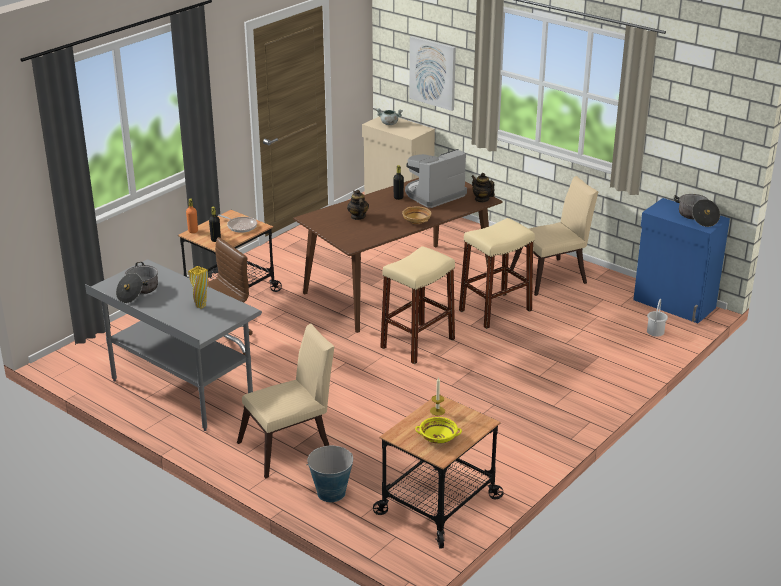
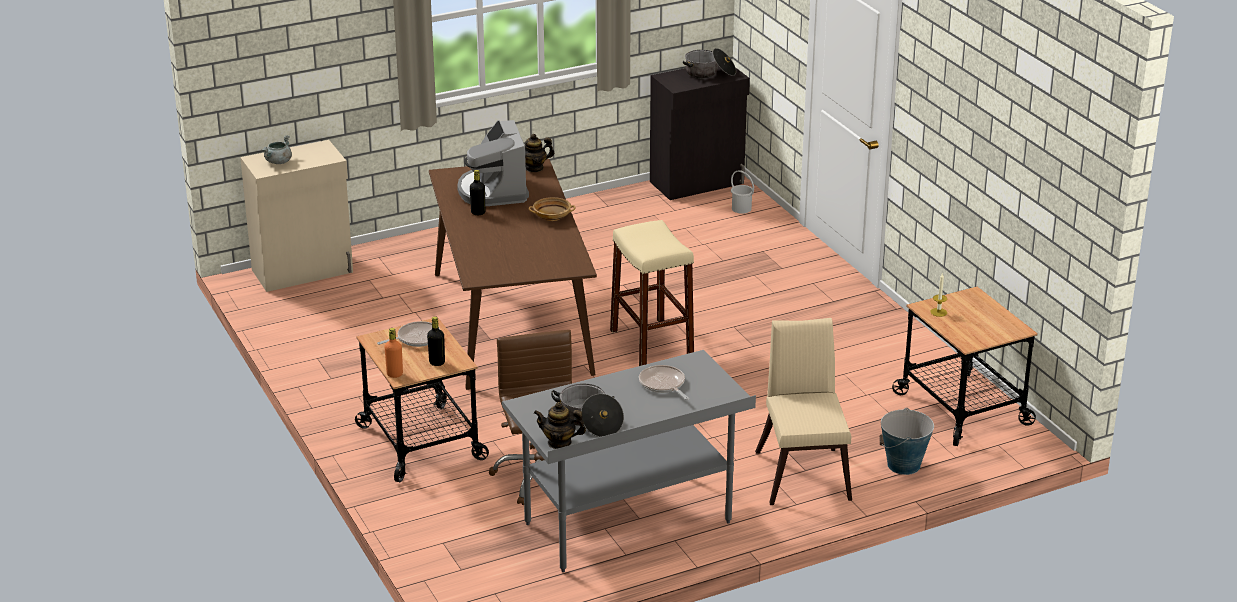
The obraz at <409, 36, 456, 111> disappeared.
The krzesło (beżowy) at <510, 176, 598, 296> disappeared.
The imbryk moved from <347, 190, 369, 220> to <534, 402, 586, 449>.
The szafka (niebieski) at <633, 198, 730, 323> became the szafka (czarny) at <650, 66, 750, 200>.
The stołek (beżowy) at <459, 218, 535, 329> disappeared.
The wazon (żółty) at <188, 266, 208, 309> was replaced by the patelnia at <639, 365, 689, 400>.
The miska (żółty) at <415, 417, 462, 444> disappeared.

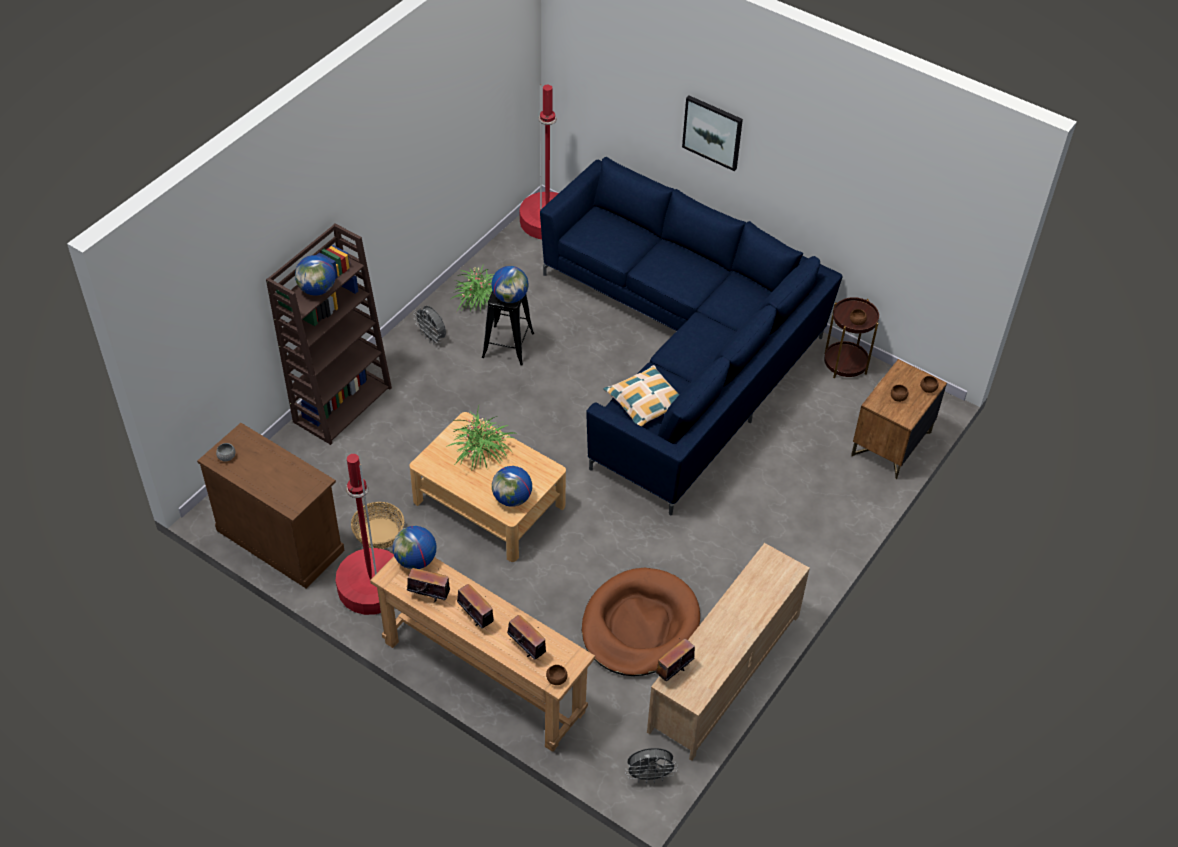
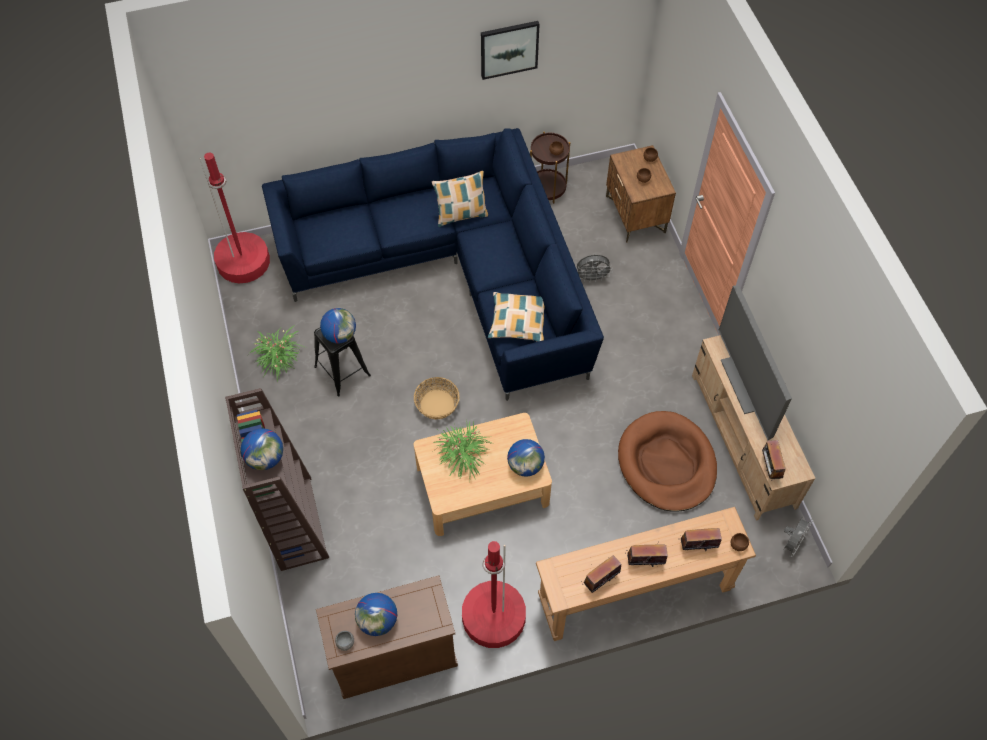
The obraz moved from <682, 96, 743, 171> to <481, 21, 540, 80>.
The wentylator (szary) moved from <413, 306, 446, 345> to <577, 255, 613, 282>.
The koszyk moved from <351, 502, 404, 549> to <414, 377, 460, 419>.
The globus moved from <393, 526, 436, 569> to <355, 593, 397, 636>.
The poduszka at <432, 171, 488, 227> appeared.
The telewizor at <718, 286, 792, 441> appeared.

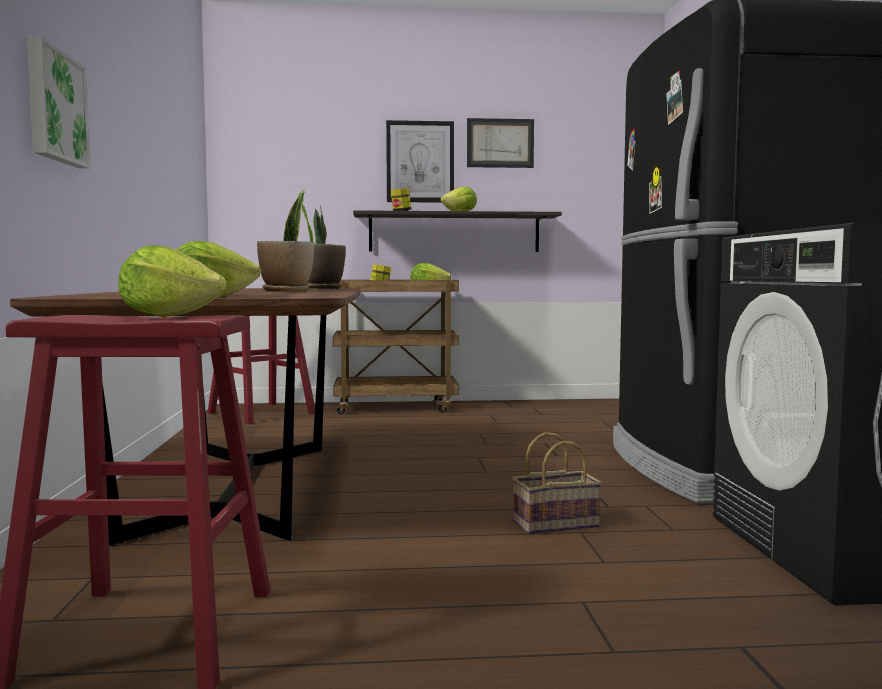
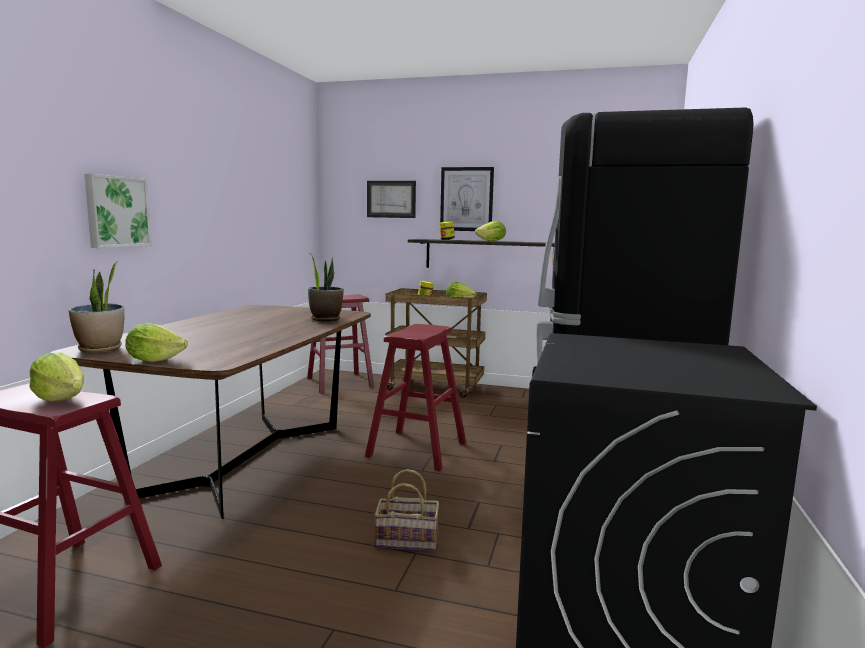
The obraz moved from <467, 118, 534, 168> to <367, 181, 416, 218>.
The roślina doniczkowa moved from <257, 189, 314, 292> to <68, 261, 124, 353>.
The stołek (czerwony) at <365, 324, 466, 471> appeared.

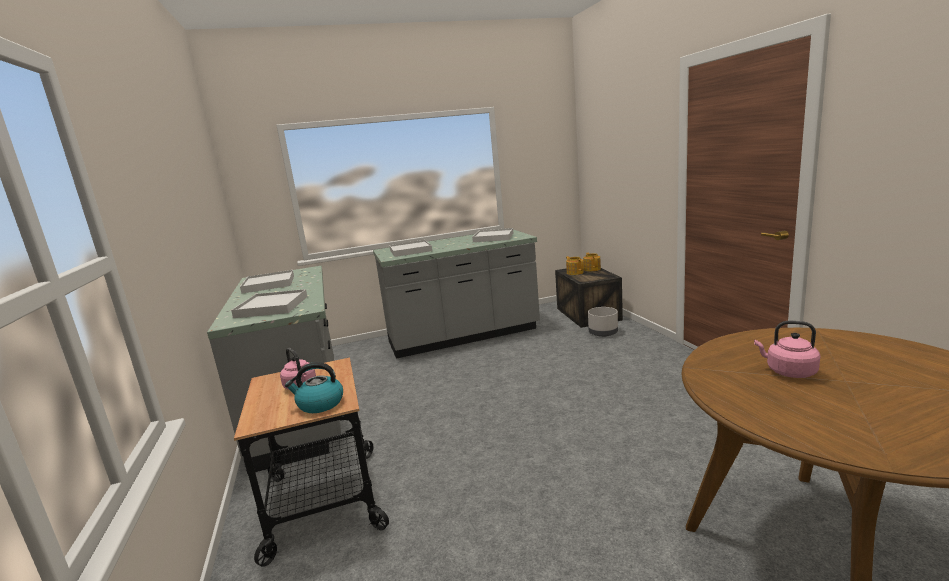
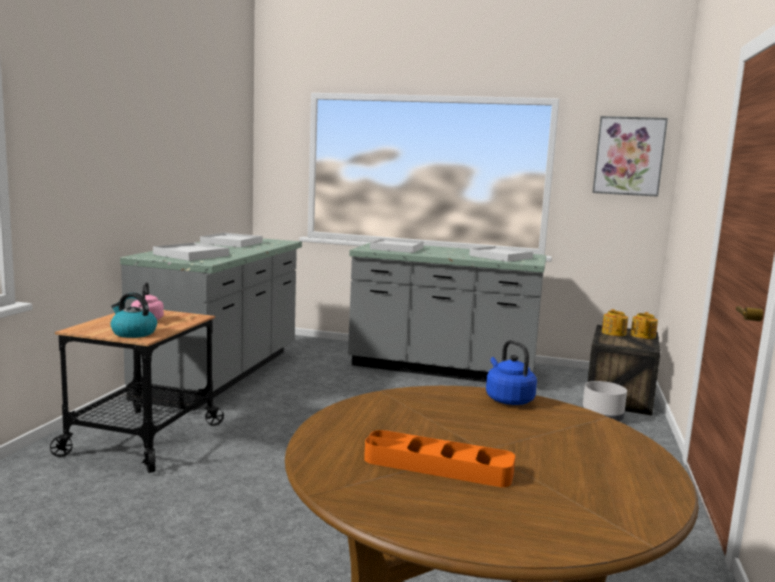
The czajnik (różowy) at <754, 321, 820, 378> disappeared.
The obraz at <593, 116, 668, 197> appeared.
The czajnik (niebieski) at <486, 340, 537, 405> appeared.
The taca (pomarańczowy) at <364, 430, 515, 487> appeared.

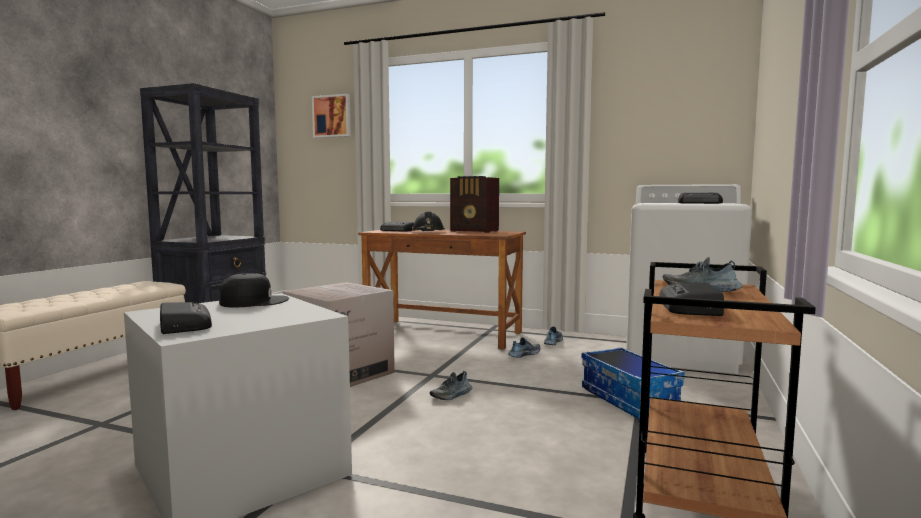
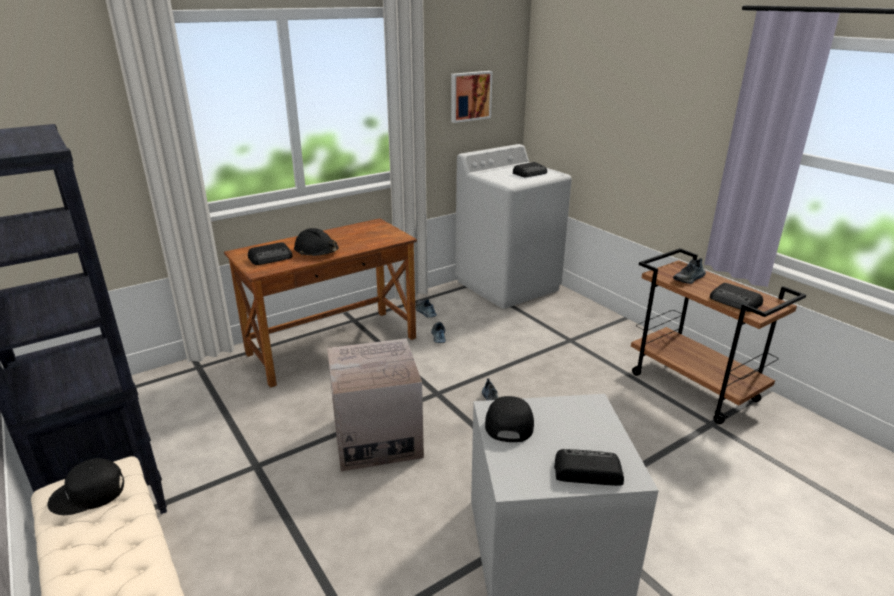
The obraz moved from <312, 94, 351, 138> to <451, 71, 493, 123>.
The radio at <450, 176, 499, 233> disappeared.
The pojemnik do przechowywania at <582, 347, 685, 419> disappeared.
The czapka z daszkiem (czarny) at <47, 458, 124, 515> appeared.

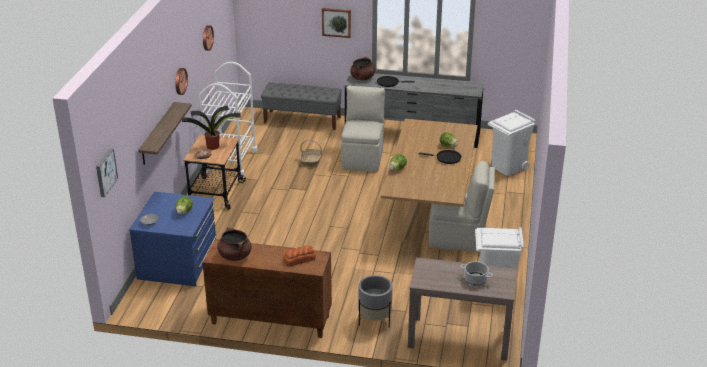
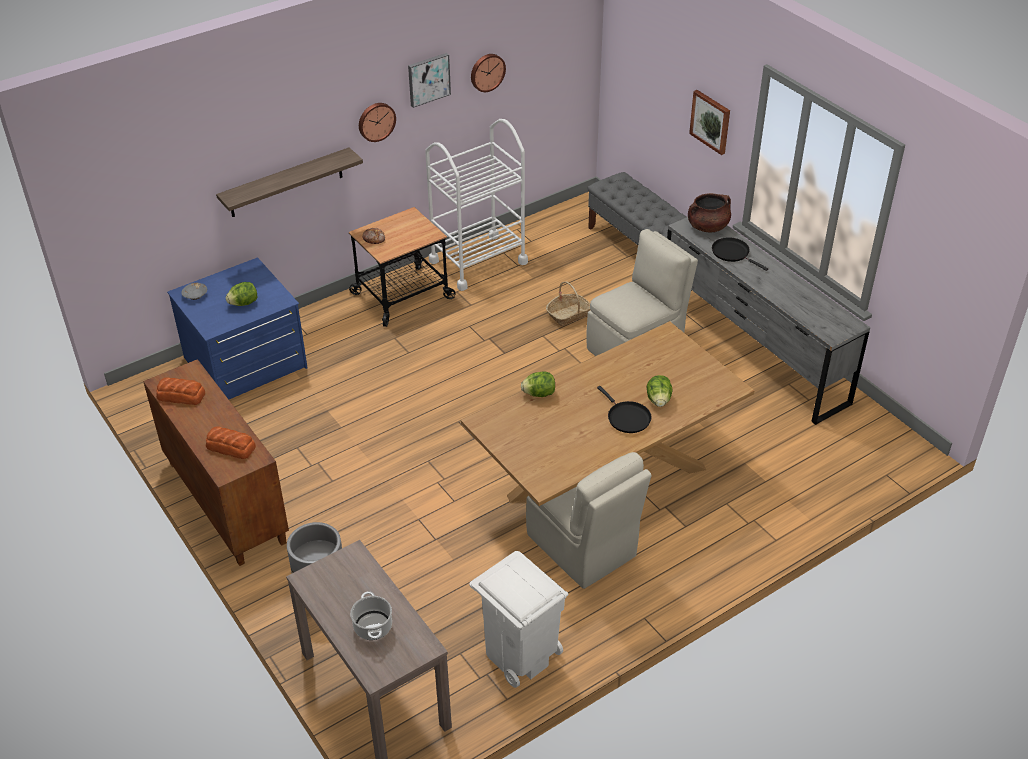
The roślina doniczkowa at <182, 105, 241, 150> disappeared.
The kosz na śmieci (biały) at <488, 110, 536, 176> disappeared.
The obraz moved from <96, 148, 118, 197> to <408, 53, 451, 108>.
The garnek (brązowy) at <217, 227, 252, 261> was replaced by the chleb at <156, 377, 205, 405>.

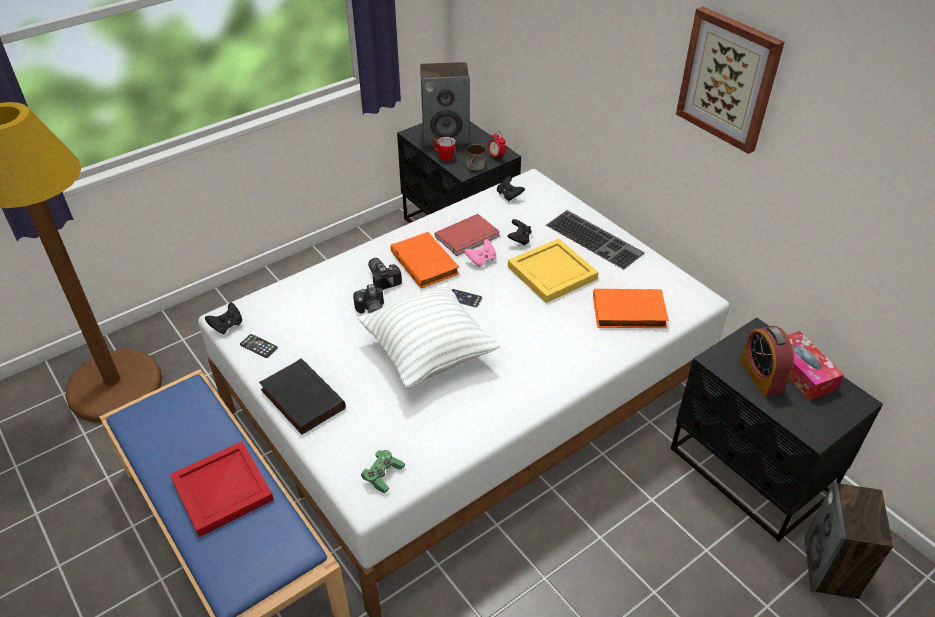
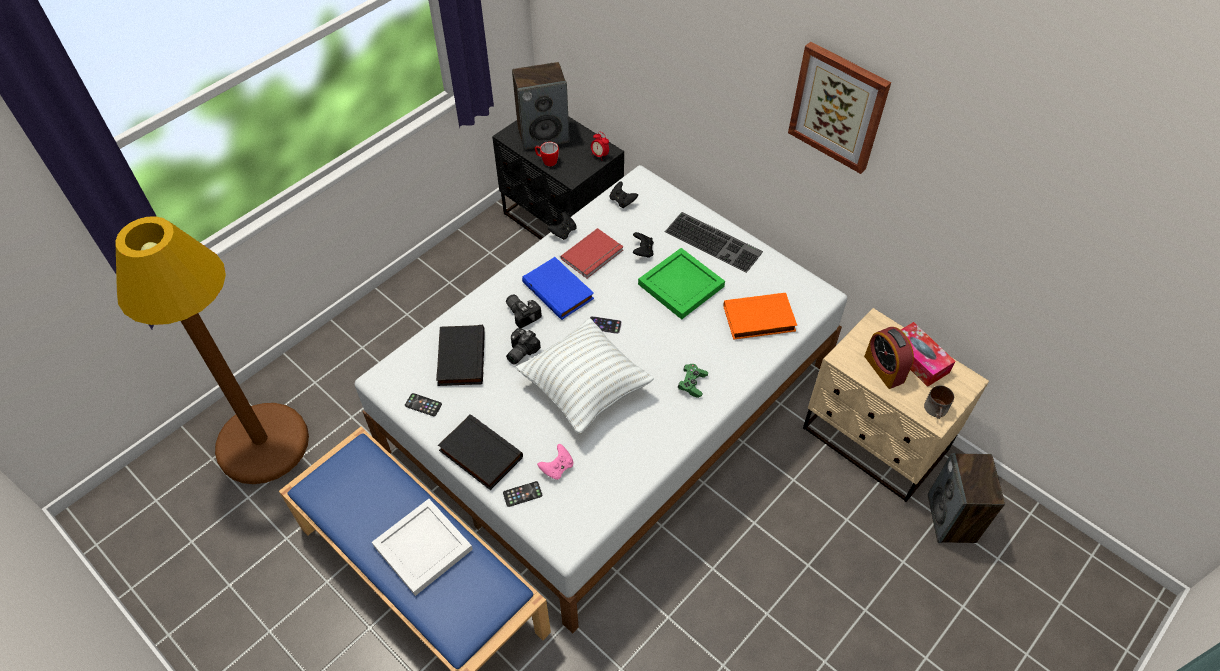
The kubek moved from <466, 144, 486, 171> to <924, 385, 954, 419>.
The książka (pomarańczowy) at <390, 232, 459, 289> became the książka (niebieski) at <522, 257, 594, 320>.
The taca (żółty) at <508, 238, 599, 303> became the taca (zielony) at <638, 248, 725, 320>.
The pad do gier (różowy) moved from <464, 239, 497, 267> to <537, 444, 573, 480>.
The aparat fotograficzny at <353, 284, 384, 313> turned 60 degrees clockwise.
The pad do gier (czarny) moved from <205, 303, 242, 334> to <547, 212, 577, 240>.
The szafka nocna (czarny) at <671, 318, 883, 542> became the szafka nocna (beżowy) at <803, 308, 989, 502>.
The taca (czerwony) at <170, 441, 274, 537> became the taca (biały) at <372, 499, 473, 596>.
The pad do gier (zielony) moved from <361, 450, 405, 493> to <678, 364, 708, 398>.
The książka (czarny) at <436, 325, 485, 386> appeared.
The telefon at <503, 481, 542, 507> appeared.

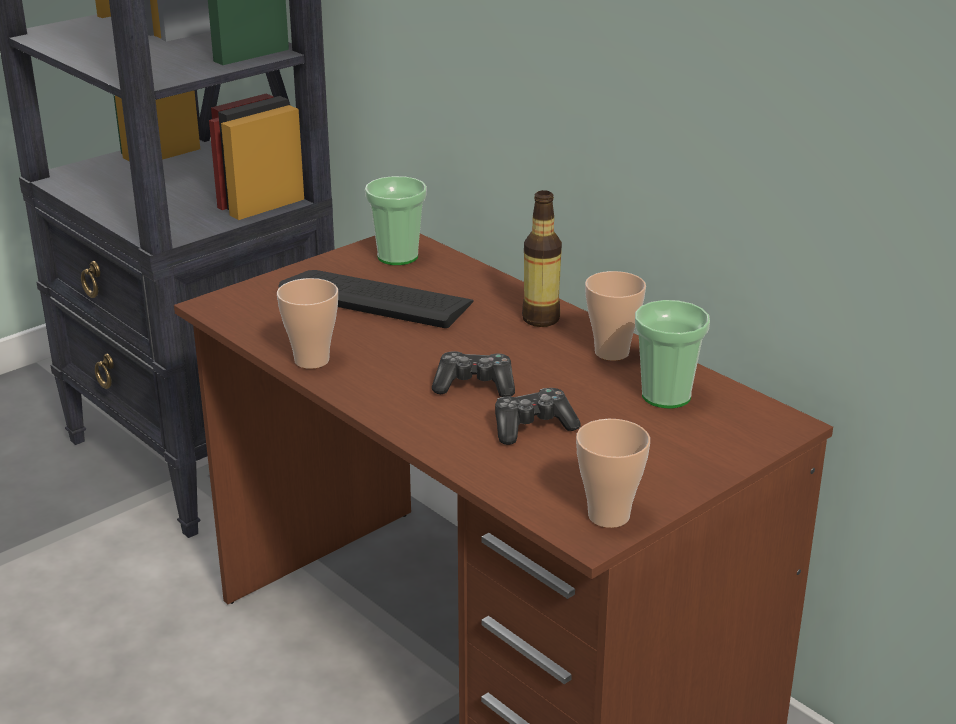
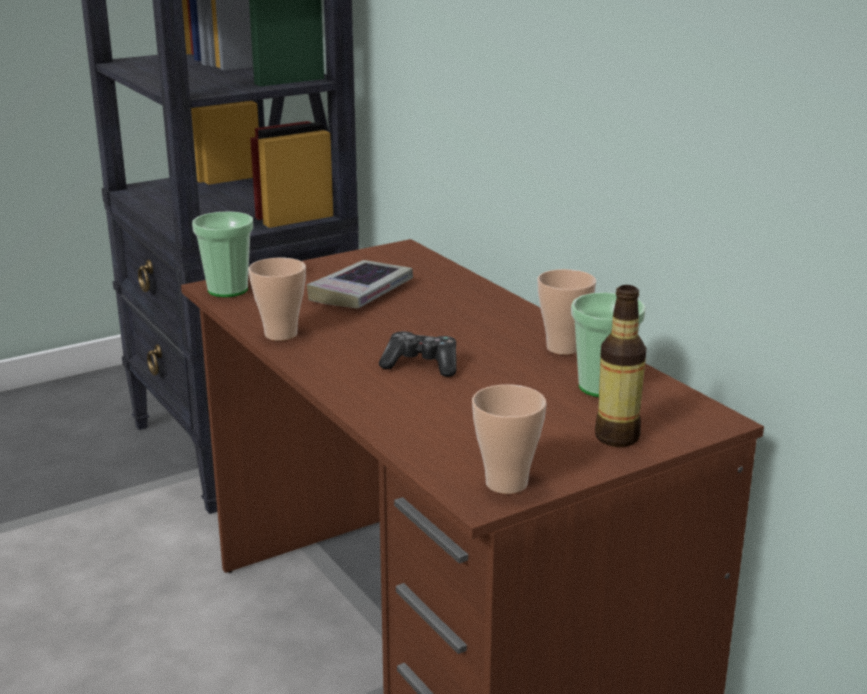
The filiżanka moved from <365, 176, 427, 265> to <192, 211, 253, 297>.
The butelka moved from <522, 190, 562, 327> to <595, 285, 647, 447>.
The klawiatura at <278, 270, 474, 328> was replaced by the książka at <307, 260, 413, 308>.
The pad do gier at <495, 388, 581, 445> disappeared.

